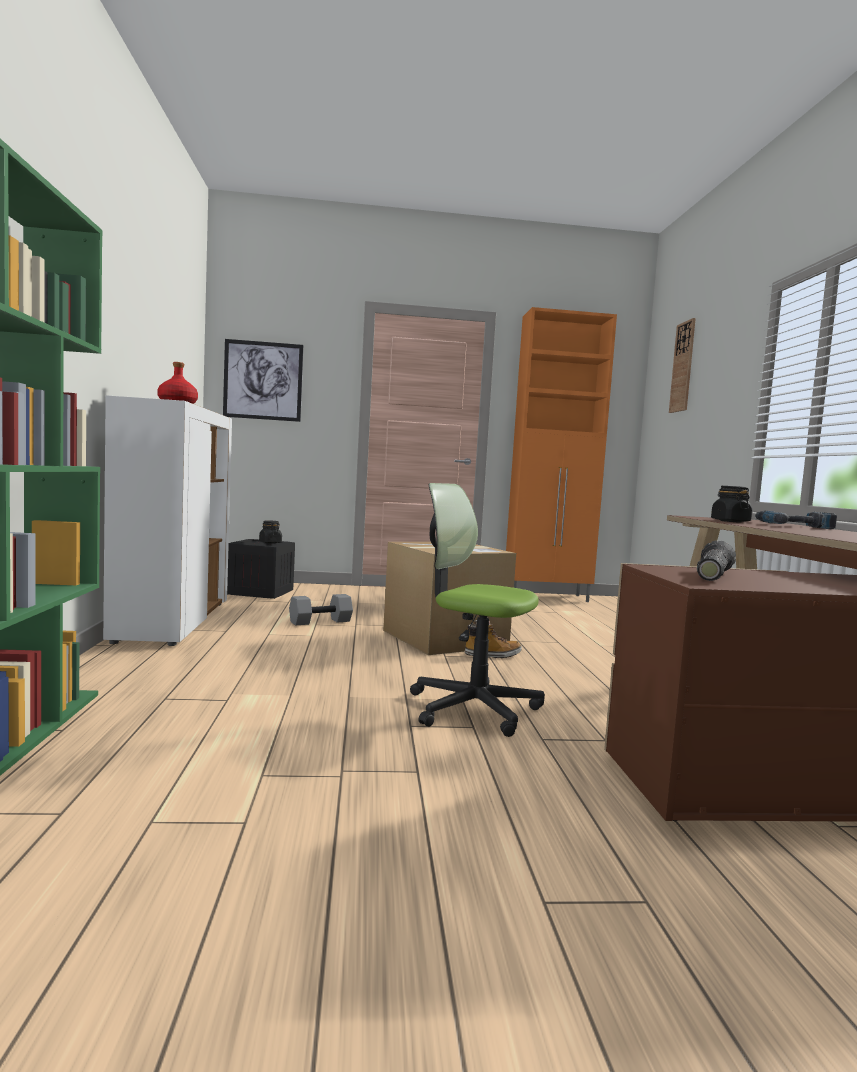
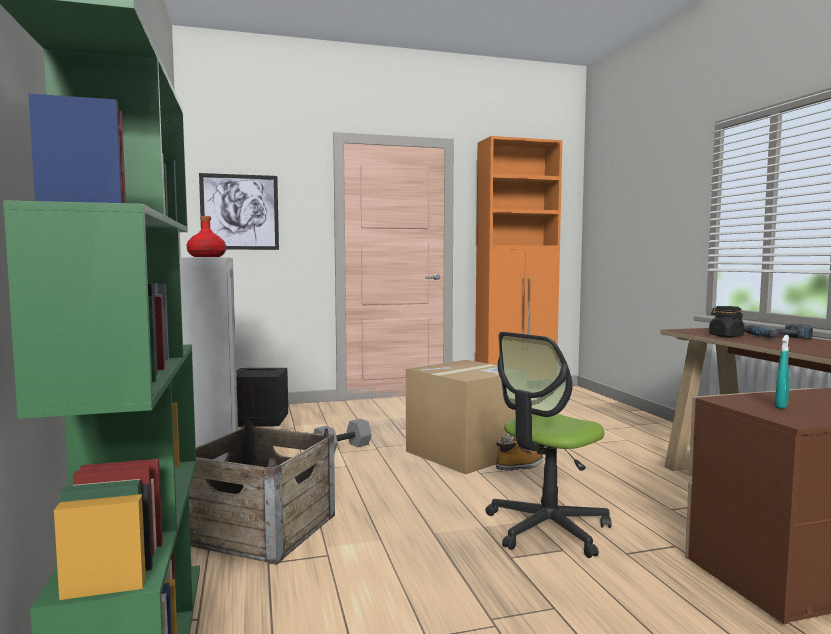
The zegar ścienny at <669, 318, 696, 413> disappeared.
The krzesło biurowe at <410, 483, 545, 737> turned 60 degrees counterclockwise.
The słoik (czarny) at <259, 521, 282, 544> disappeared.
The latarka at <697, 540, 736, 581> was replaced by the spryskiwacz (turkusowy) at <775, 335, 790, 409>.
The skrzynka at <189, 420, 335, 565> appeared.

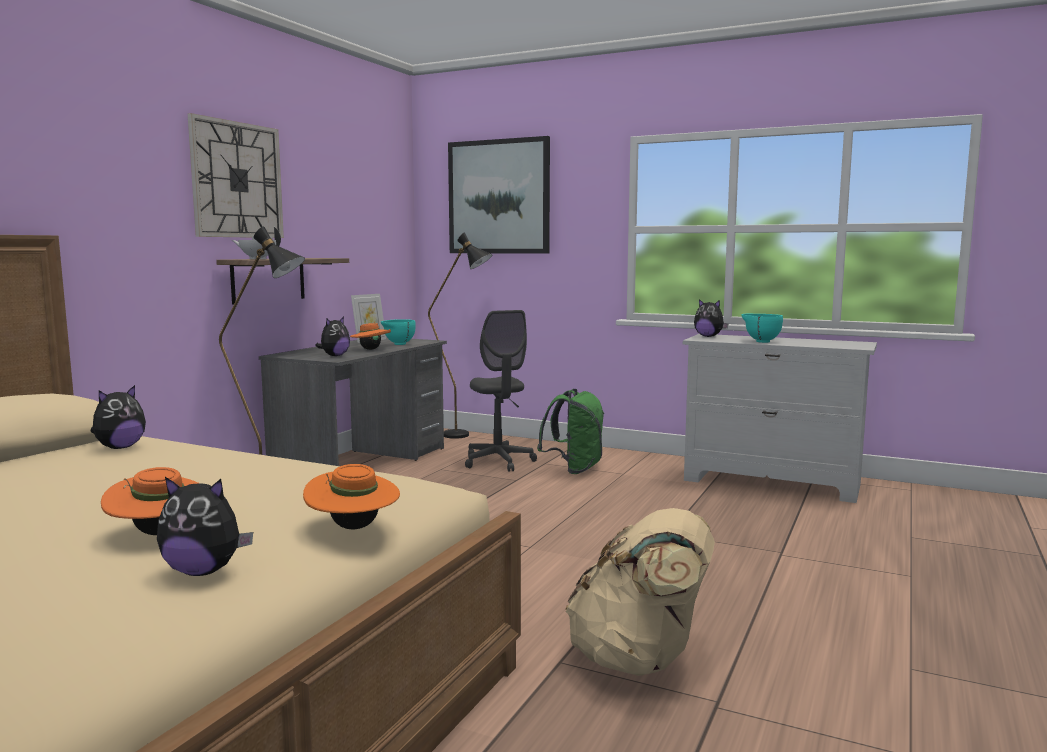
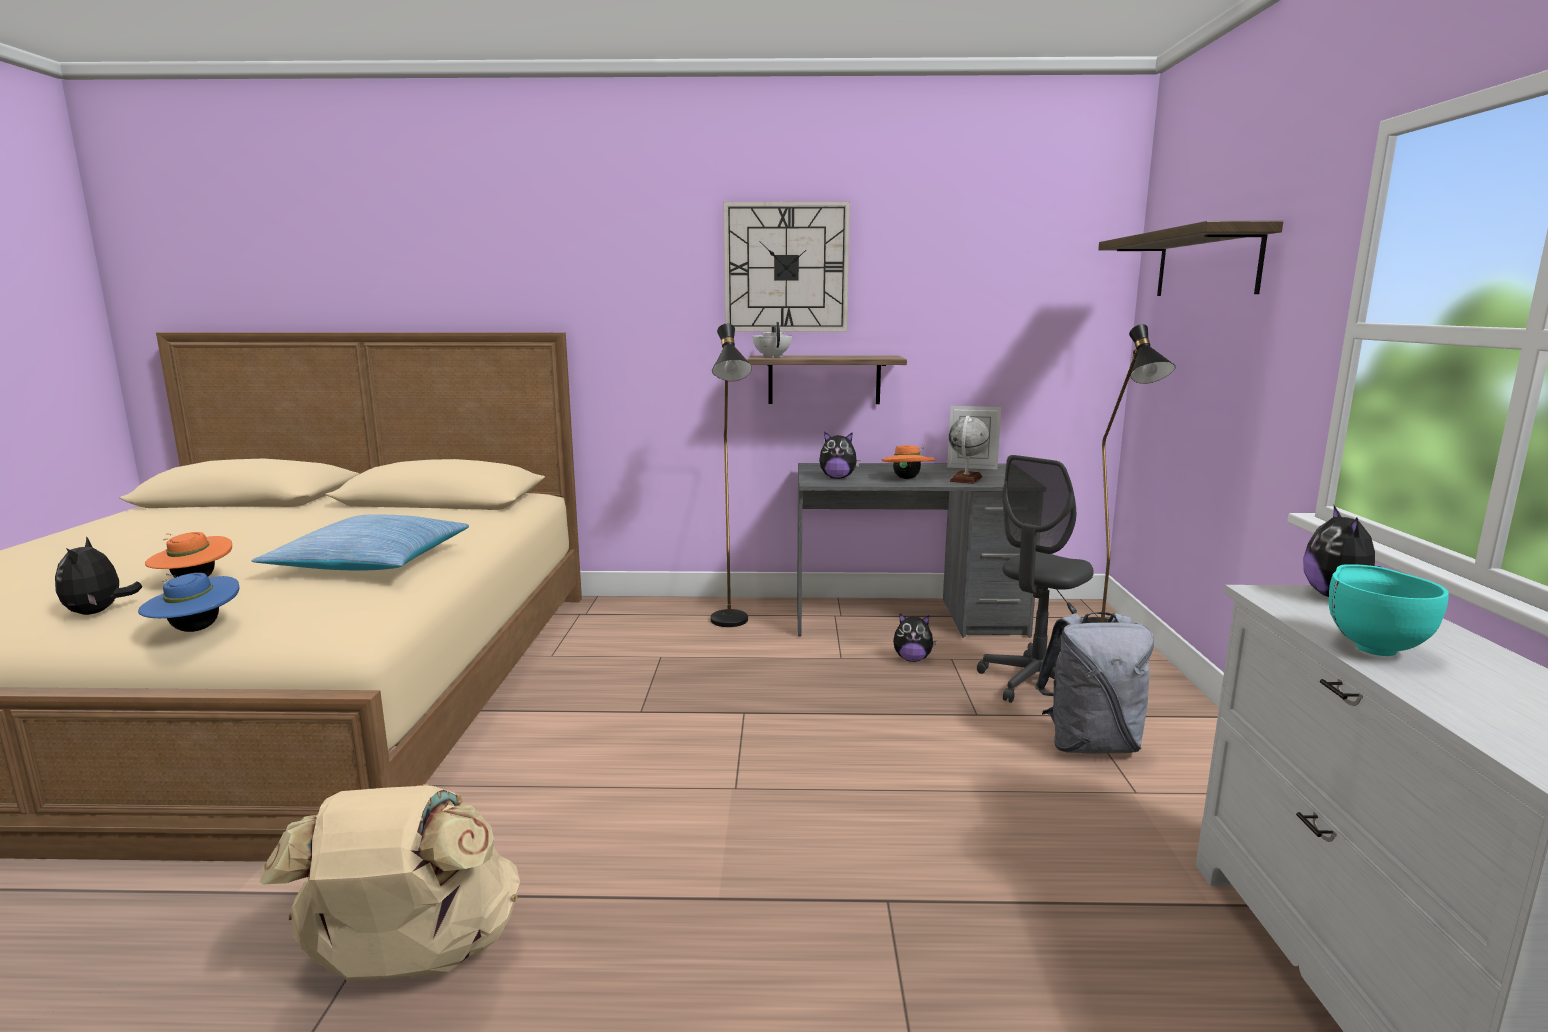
The obraz at <448, 136, 550, 254> was replaced by the półka at <1098, 221, 1283, 296>.
The miska (turkusowy) at <381, 319, 416, 345> was replaced by the globus at <949, 416, 989, 484>.
The pluszak moved from <90, 385, 146, 449> to <893, 614, 936, 662>.
The plecak (zielony) at <537, 389, 604, 474> became the plecak (szary) at <1035, 612, 1154, 754>.
The kapelusz (pomarańczowy) at <303, 464, 400, 529> became the kapelusz (niebieski) at <138, 573, 239, 632>.
The poduszka at <252, 515, 469, 571> appeared.

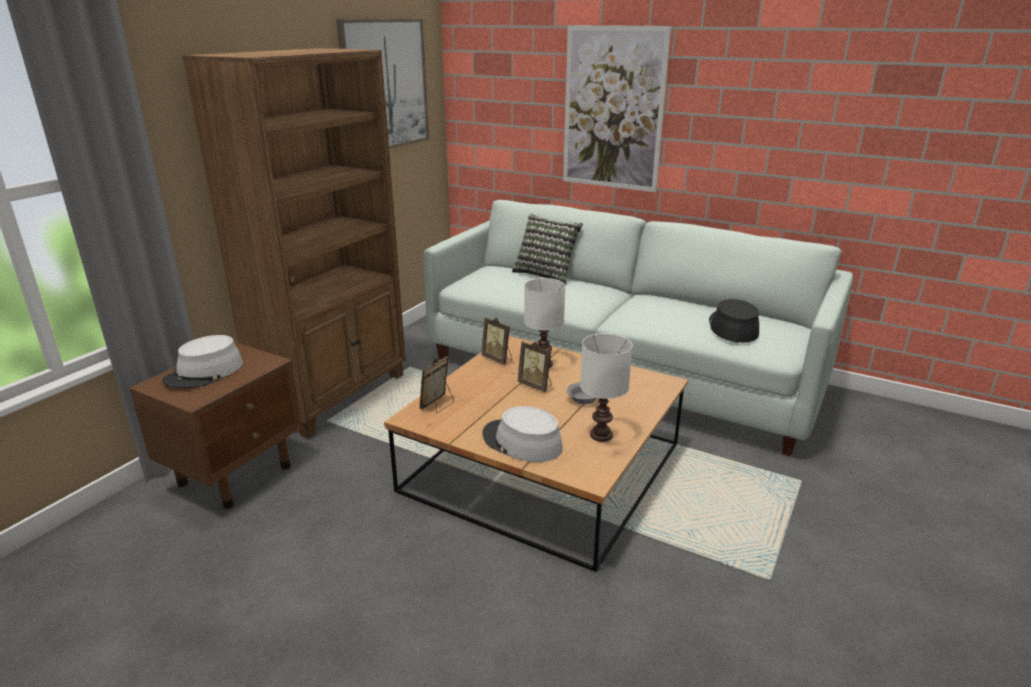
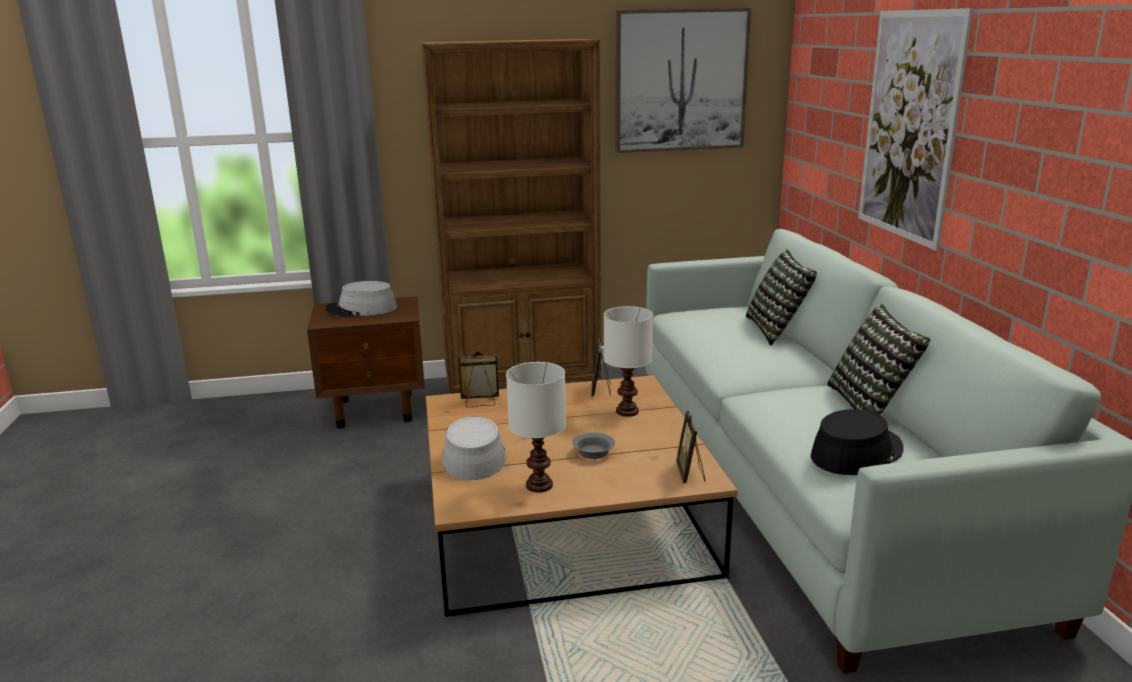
The ramka na zdjęcie moved from <517, 341, 552, 392> to <676, 411, 705, 483>.
The poduszka at <827, 304, 930, 415> appeared.

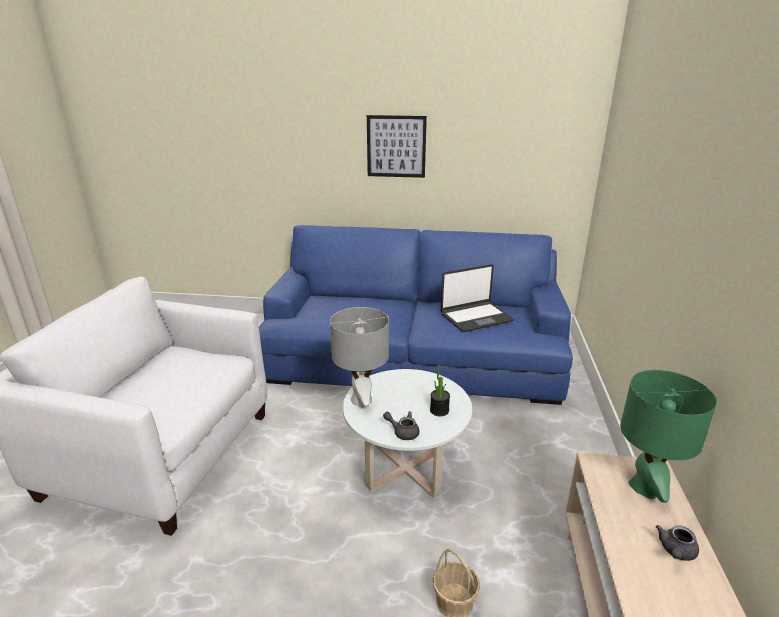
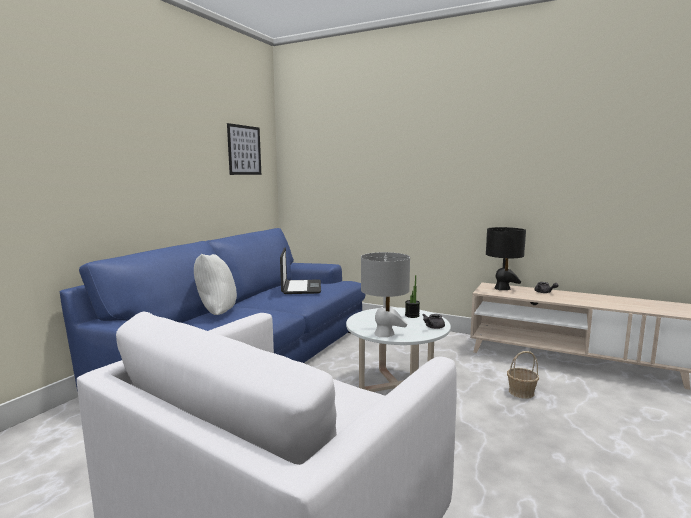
The obraz moved from <367, 115, 427, 178> to <227, 123, 261, 175>.
The lampa stołowa (zielony) at <620, 370, 717, 503> became the lampa stołowa (czarny) at <486, 227, 526, 290>.
The poduszka (biały) at <194, 254, 237, 315> appeared.

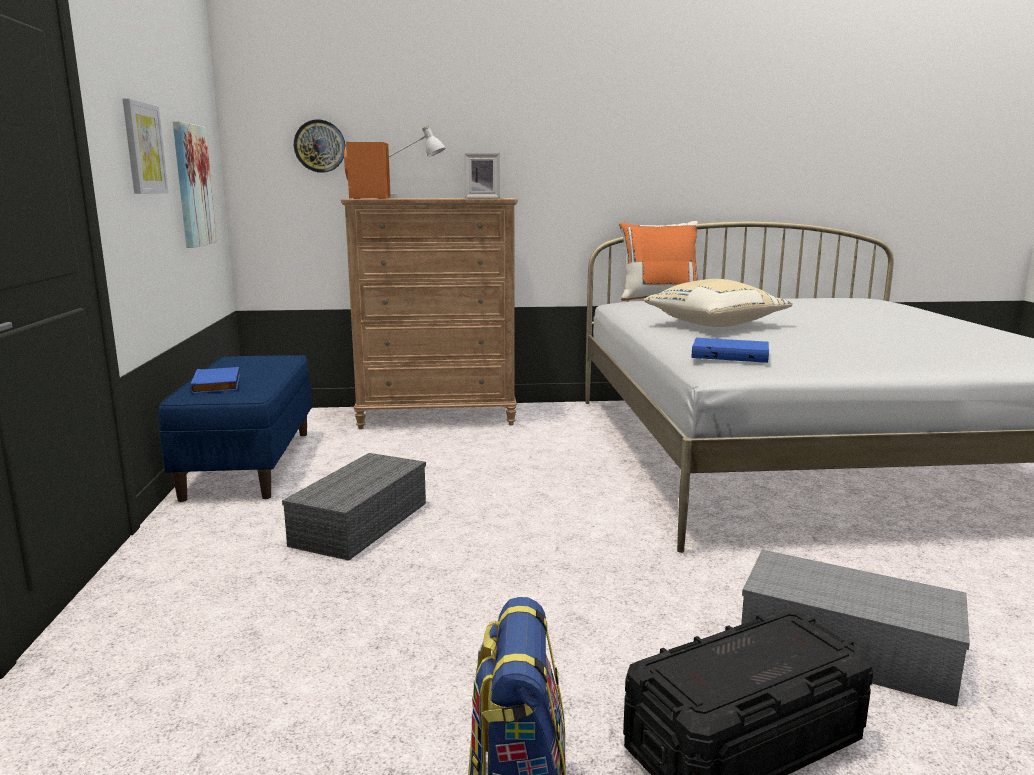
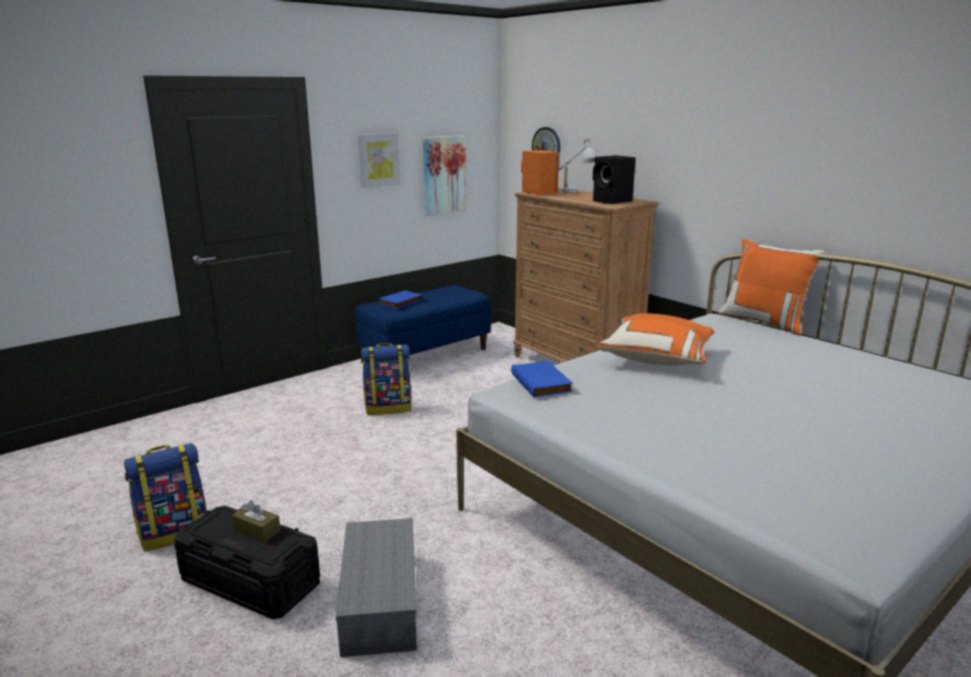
The ramka na zdjęcie at <464, 153, 500, 198> was replaced by the głośnik (czarny) at <593, 155, 636, 204>.
The poduszka (beżowy) at <644, 279, 793, 327> became the poduszka (pomarańczowy) at <597, 313, 716, 366>.
The pojemnik do przechowywania (szary) at <282, 453, 426, 561> was replaced by the plecak at <361, 343, 411, 415>.
The pudełko chusteczek (brązowy) at <232, 500, 281, 543> appeared.

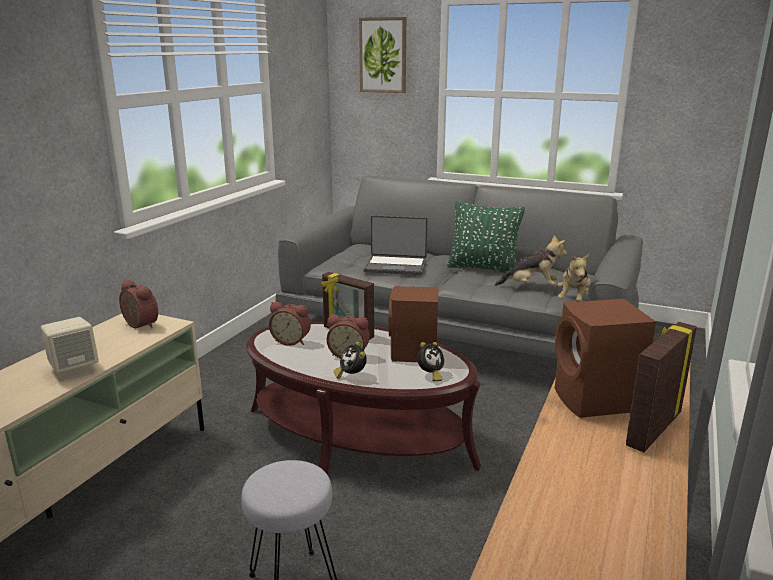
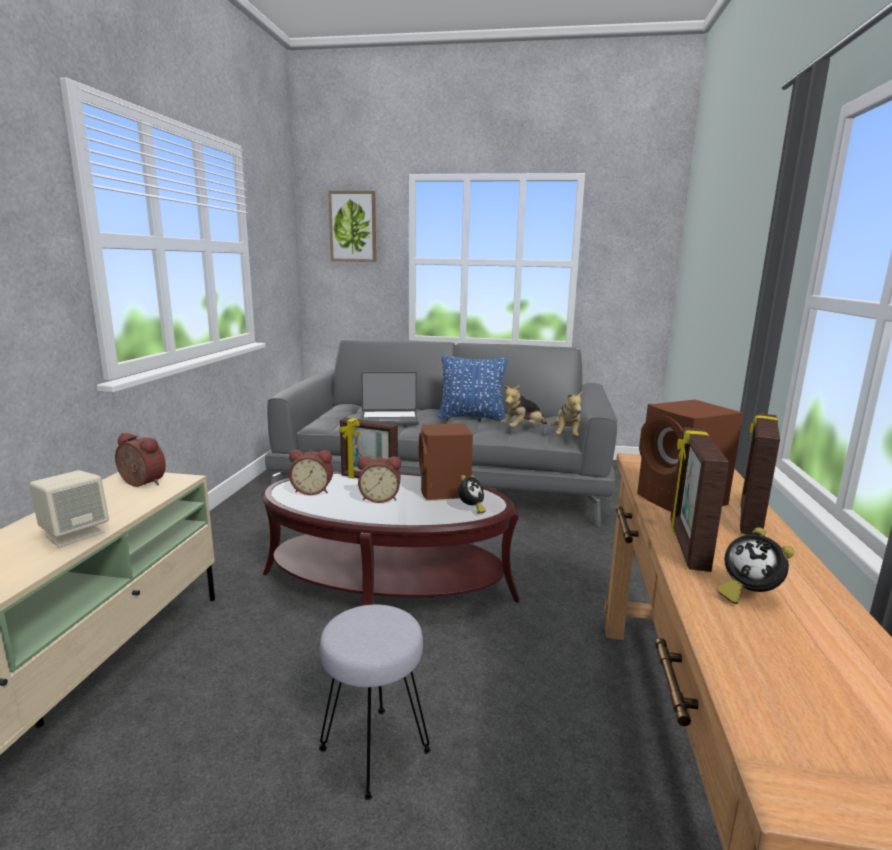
The poduszka (zielony) at <447, 201, 525, 273> became the poduszka (niebieski) at <438, 355, 508, 421>.
The pluszak at <495, 235, 567, 286> turned 150 degrees clockwise.
The budzik moved from <334, 342, 367, 379> to <717, 527, 794, 604>.
The ramka na zdjęcie at <670, 427, 729, 572> appeared.

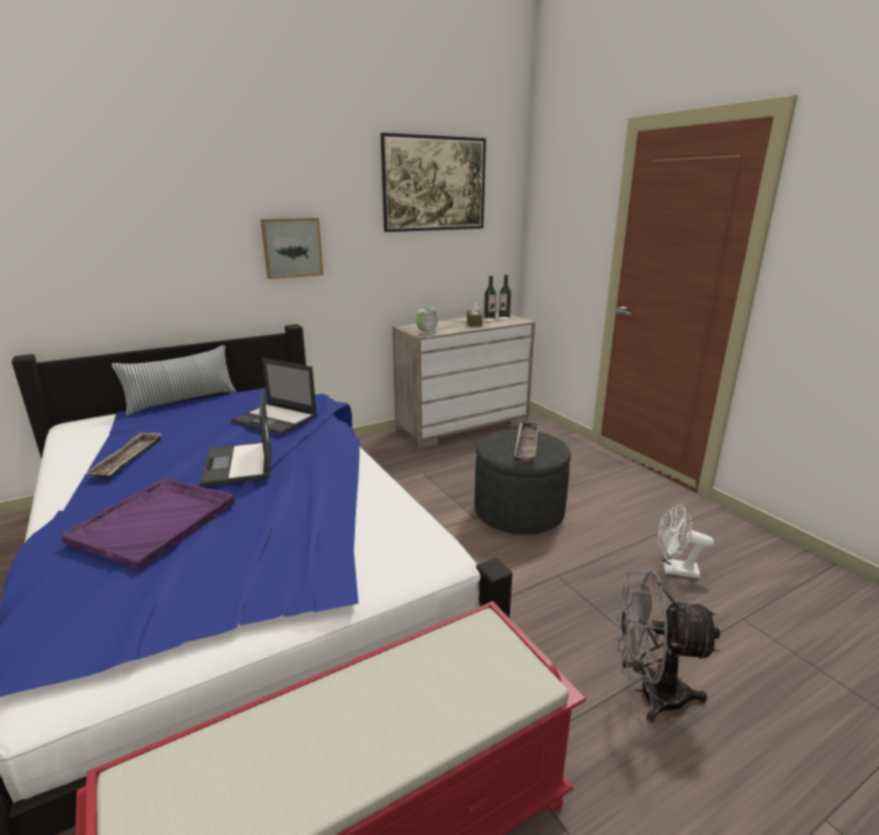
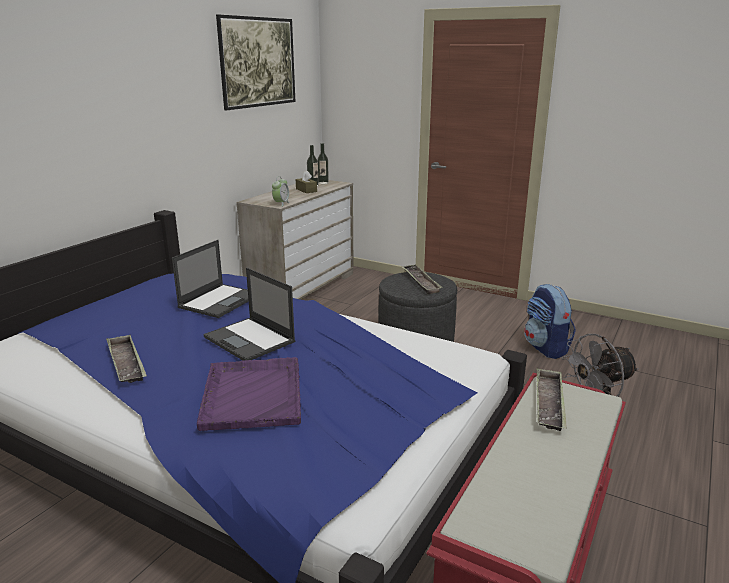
The obraz at <261, 218, 323, 279> disappeared.
The poduszka at <111, 345, 236, 416> disappeared.
The laptop at <231, 358, 317, 435> turned 60 degrees counterclockwise.
The wentylator (biały) at <657, 504, 714, 578> was replaced by the plecak at <524, 284, 576, 359>.
The taca at <537, 368, 567, 431> appeared.

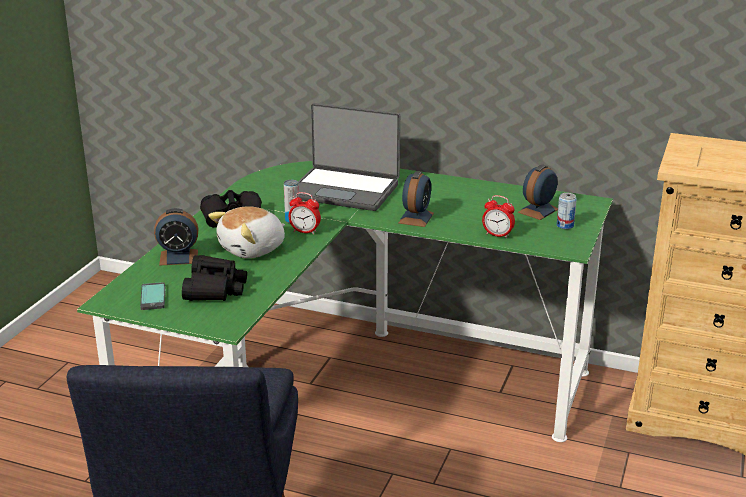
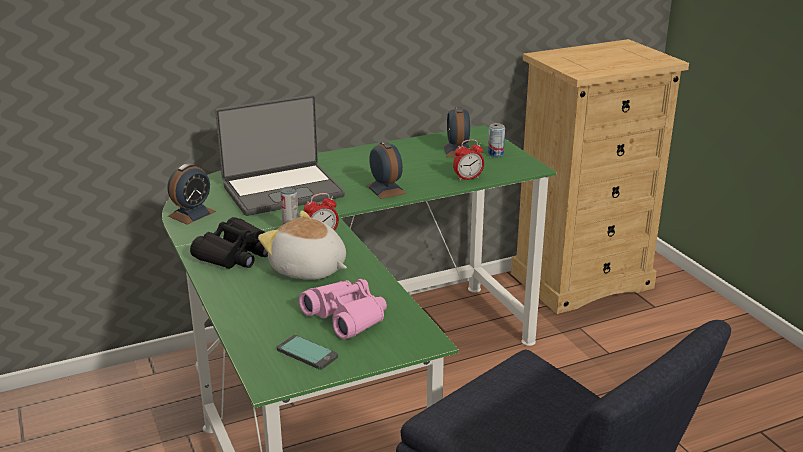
The pluszak at <208, 206, 285, 258> turned 120 degrees clockwise.
The budzik moved from <154, 208, 199, 266> to <167, 163, 216, 225>.
The lornetka (czarny) at <182, 255, 247, 301> became the lornetka (różowy) at <299, 279, 387, 339>.

